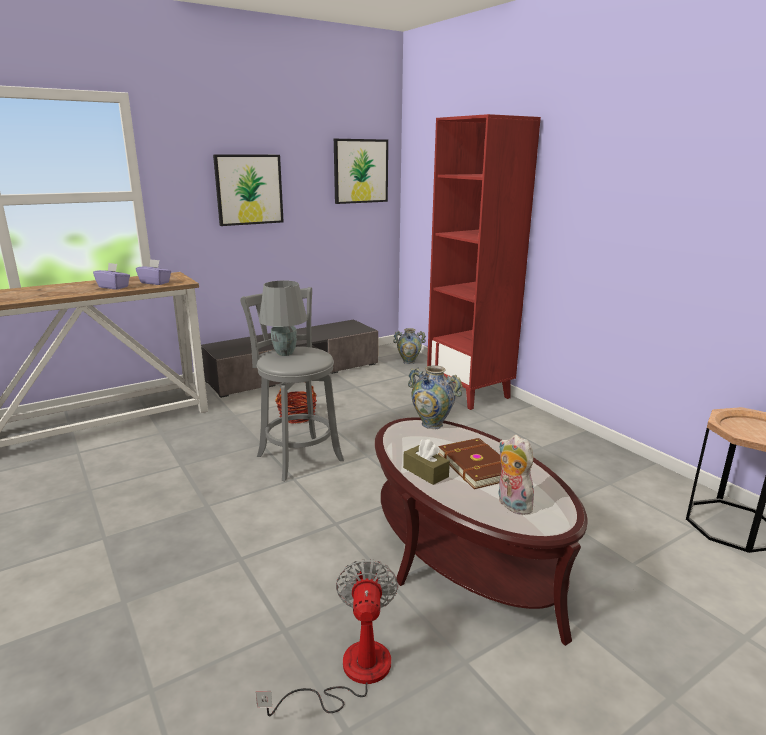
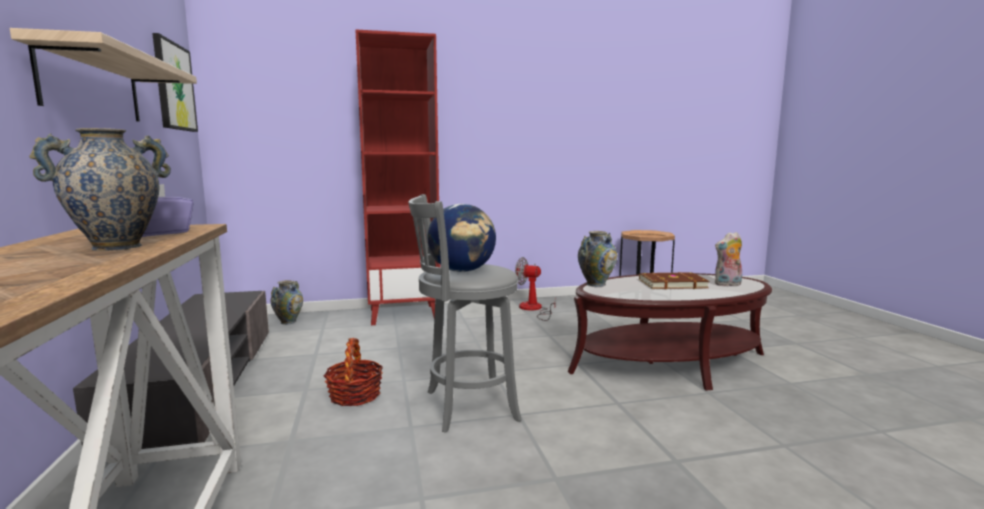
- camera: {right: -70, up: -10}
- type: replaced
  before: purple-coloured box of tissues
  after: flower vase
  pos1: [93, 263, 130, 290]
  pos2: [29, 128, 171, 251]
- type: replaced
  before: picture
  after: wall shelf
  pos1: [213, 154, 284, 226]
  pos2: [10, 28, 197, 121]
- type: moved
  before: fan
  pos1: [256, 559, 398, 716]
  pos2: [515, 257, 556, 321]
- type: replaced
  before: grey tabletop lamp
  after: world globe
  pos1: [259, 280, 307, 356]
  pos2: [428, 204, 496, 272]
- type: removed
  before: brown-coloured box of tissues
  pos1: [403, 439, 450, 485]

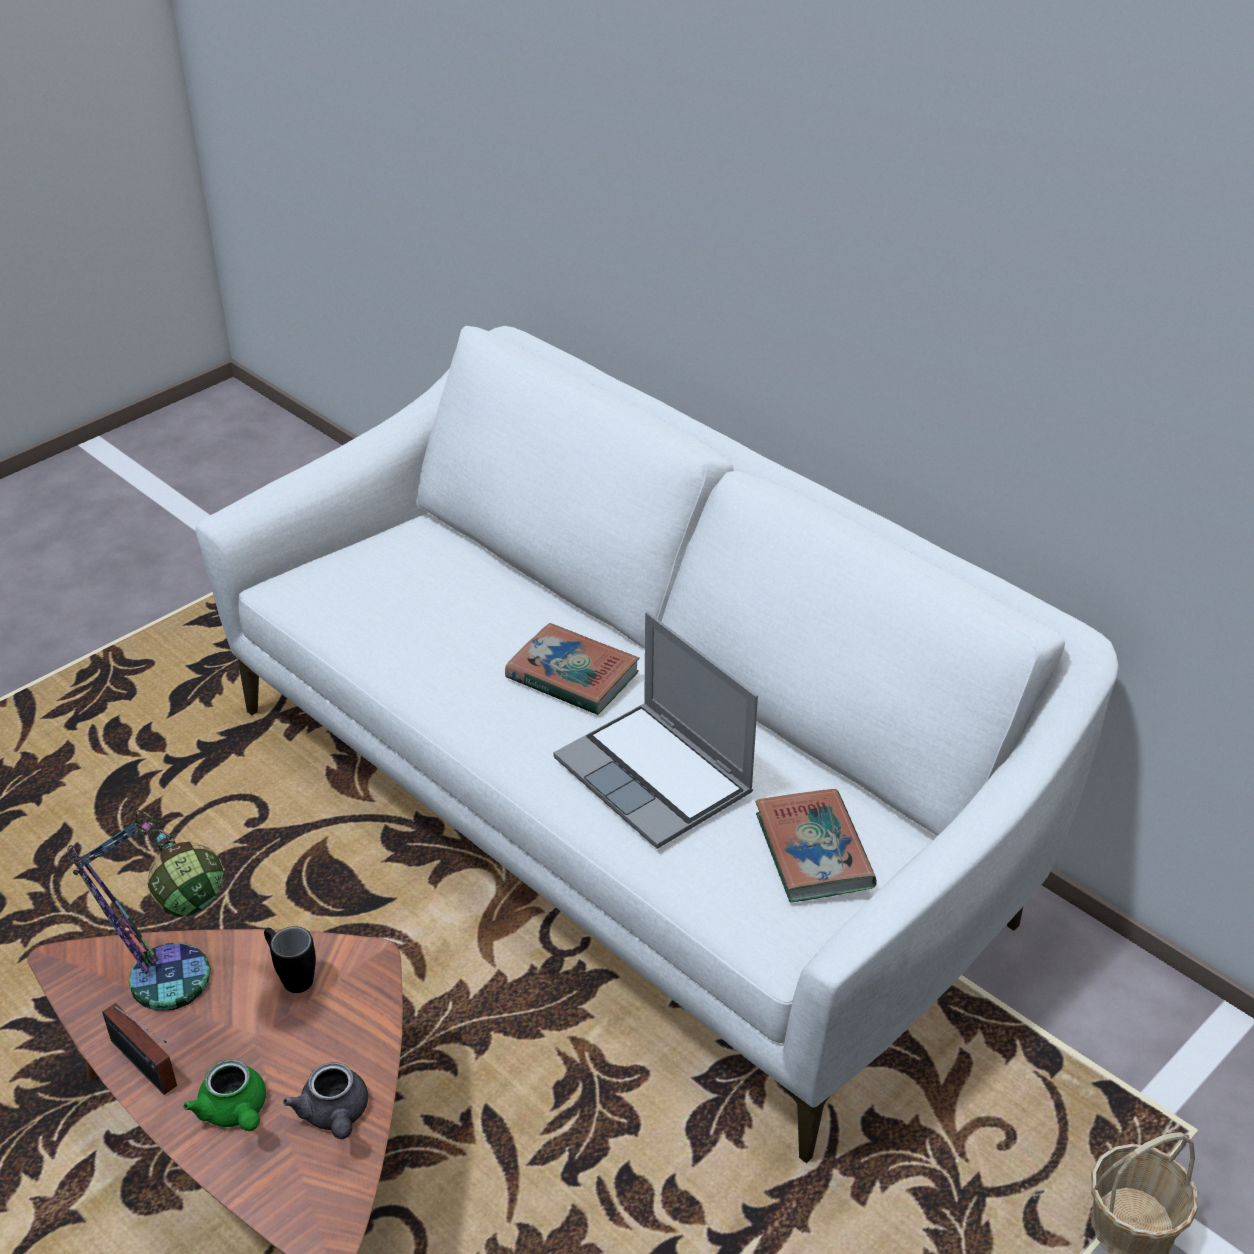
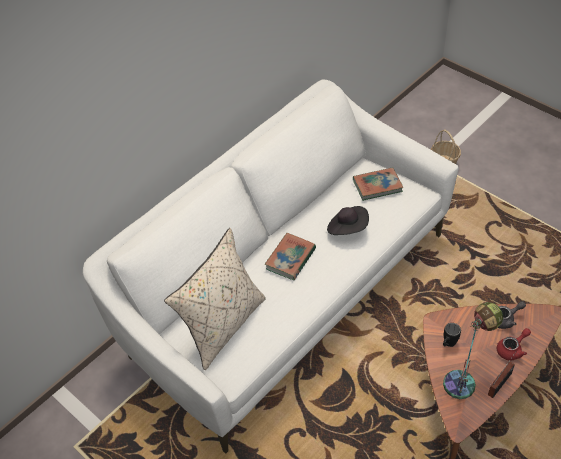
- camera: {right: -90, up: 10}
- type: recoloured
  before: green teapot
  after: red teapot
  pos1: [183, 1059, 266, 1131]
  pos2: [497, 328, 531, 360]
- type: replaced
  before: portable computer
  after: blackish wearable hat
  pos1: [553, 612, 758, 849]
  pos2: [327, 206, 369, 235]
- type: added
  after: sand-coloured pillow
  pos2: [164, 228, 266, 370]

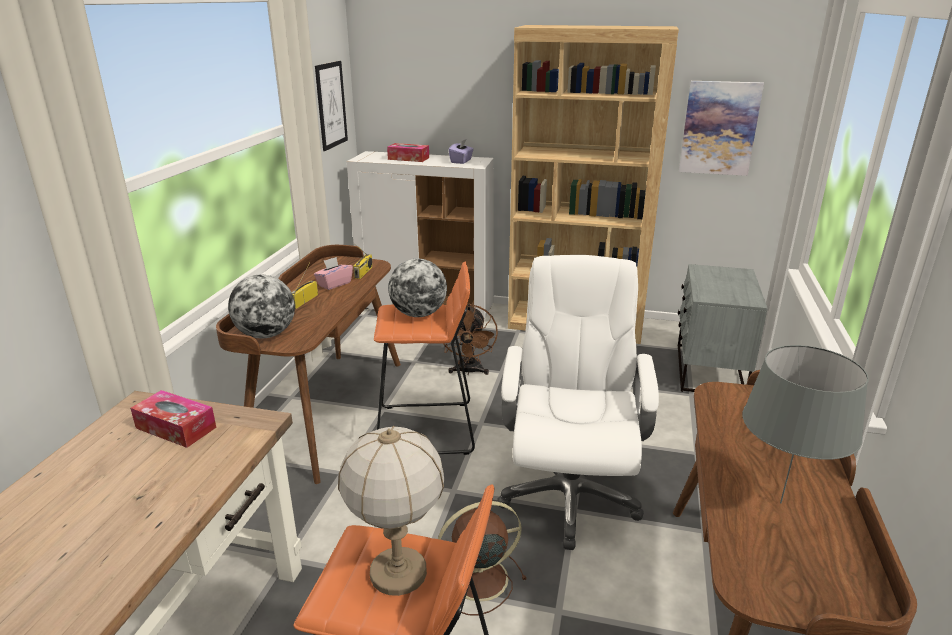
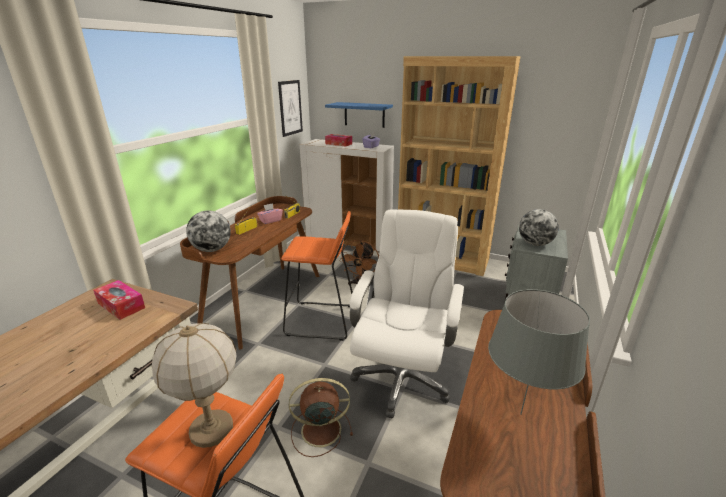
- camera: {right: 10, up: 0}
- type: moved
  before: world globe
  pos1: [388, 259, 447, 317]
  pos2: [519, 209, 559, 246]
- type: removed
  before: picture
  pos1: [679, 81, 764, 176]
- type: added
  after: bluish wall shelf
  pos2: [325, 102, 393, 128]

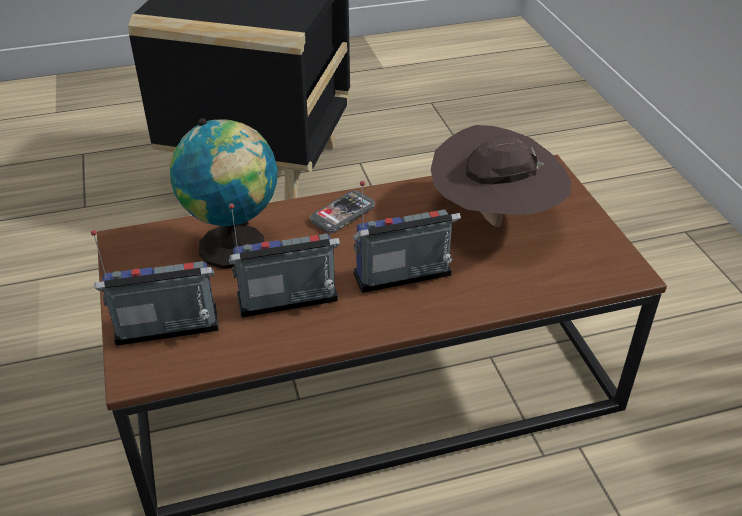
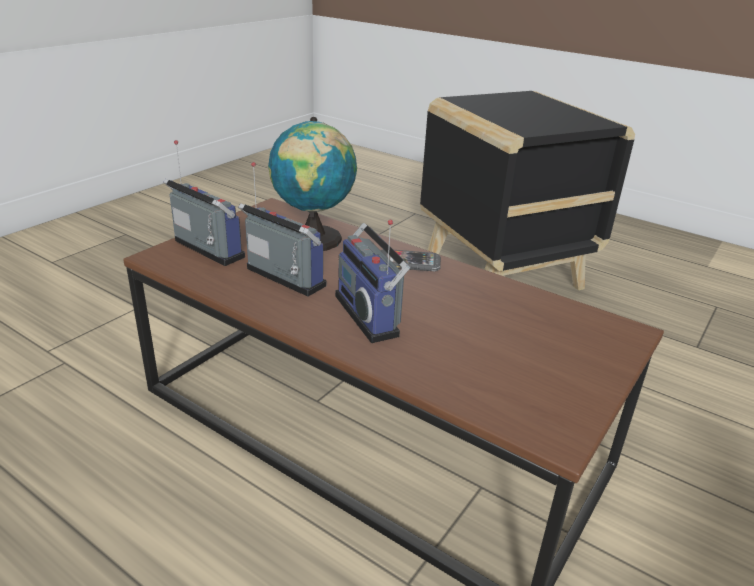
- camera: {right: 50, up: -10}
- type: turned
  before: radio
  pos1: [353, 181, 461, 293]
  pos2: [335, 220, 410, 343]
  turn: -150
- type: removed
  before: brown-coloured wearable hat
  pos1: [431, 125, 571, 227]

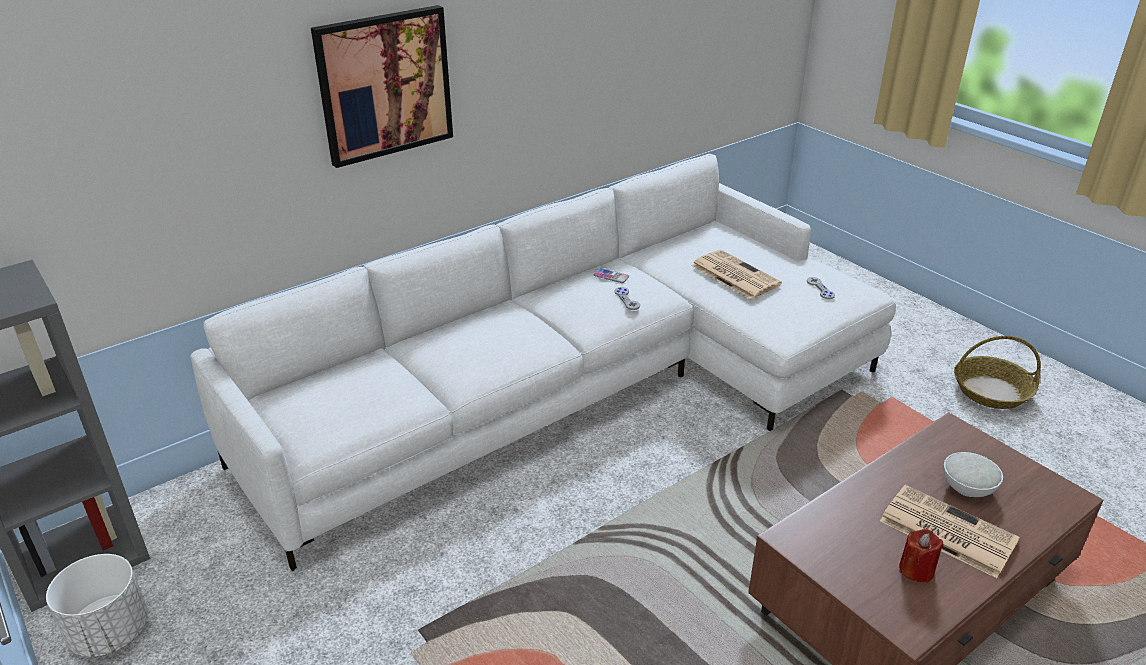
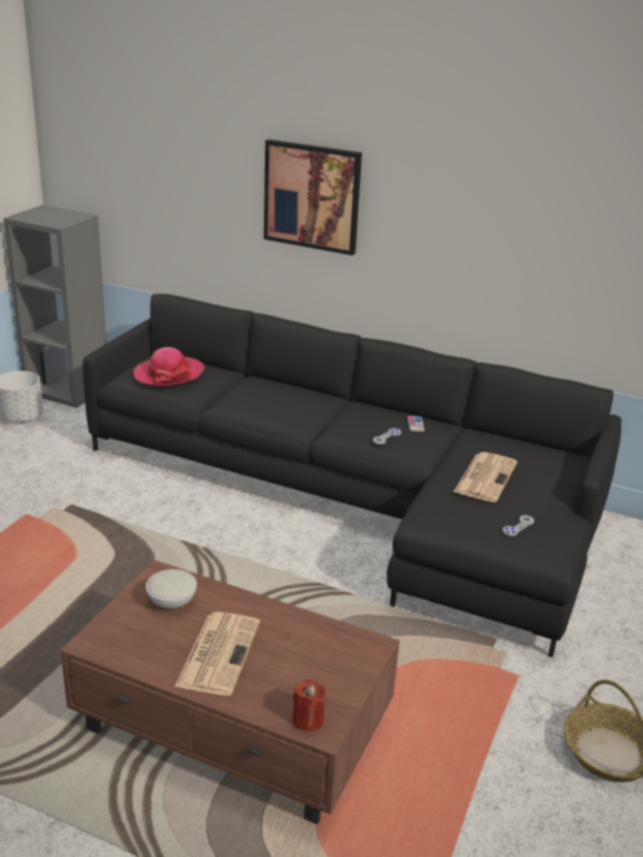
- camera: {right: 60, up: -5}
- type: recoloured
  before: white settee
  after: blackish settee
  pos1: [190, 154, 896, 571]
  pos2: [83, 294, 621, 657]
- type: moved
  before: red candle
  pos1: [899, 529, 944, 583]
  pos2: [292, 679, 327, 731]
- type: moved
  before: white deep dish
  pos1: [943, 452, 1003, 497]
  pos2: [146, 569, 197, 609]
- type: added
  after: wearable hat
  pos2: [133, 347, 205, 386]

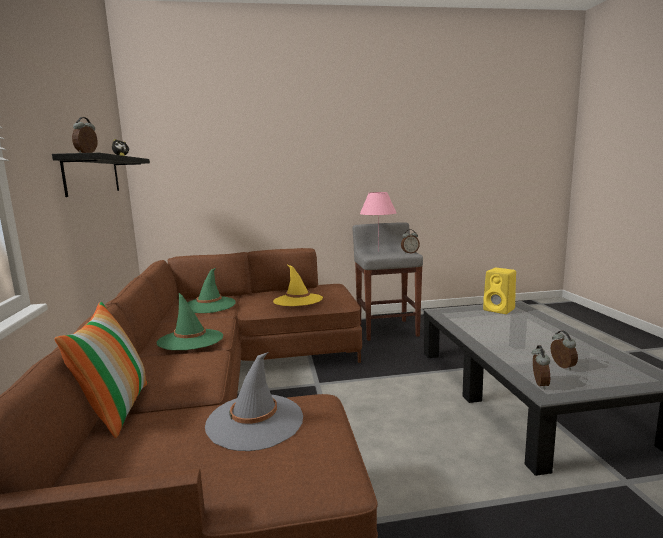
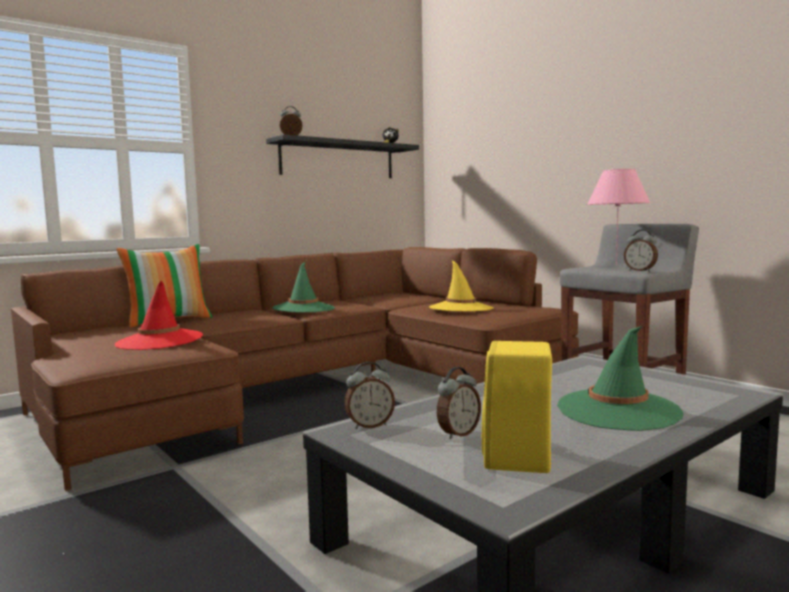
- camera: {right: 60, up: -5}
- type: moved
  before: green wearable hat
  pos1: [187, 268, 236, 313]
  pos2: [557, 326, 683, 431]
- type: recoloured
  before: grey wearable hat
  after: red wearable hat
  pos1: [205, 352, 303, 451]
  pos2: [115, 281, 203, 350]
- type: moved
  before: yellowish speaker
  pos1: [483, 268, 516, 314]
  pos2: [482, 341, 552, 473]

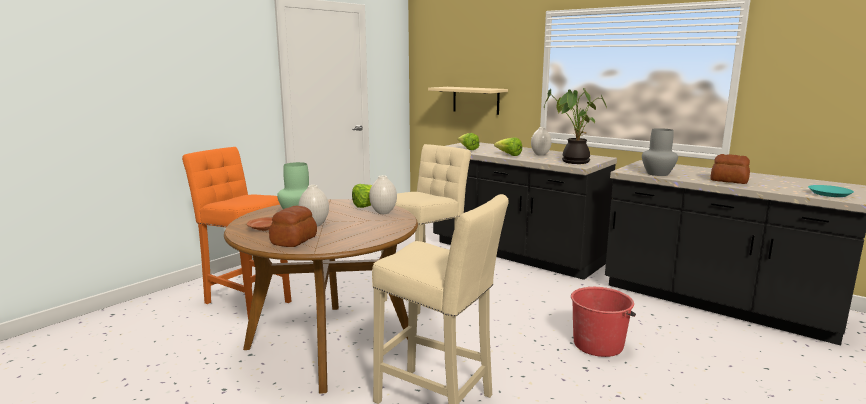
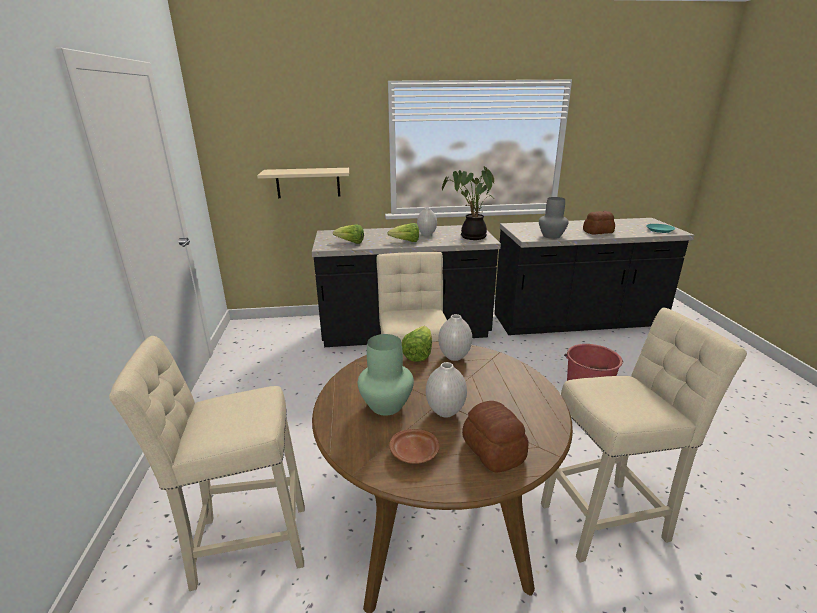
- camera: {right: -45, up: 10}
- type: recoloured
  before: orange sitting stool
  after: sand-coloured sitting stool
  pos1: [182, 147, 292, 320]
  pos2: [109, 336, 305, 591]

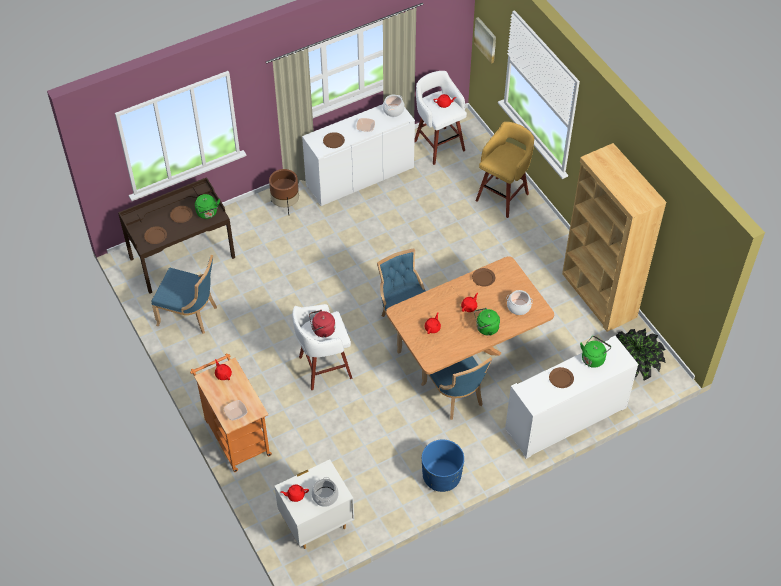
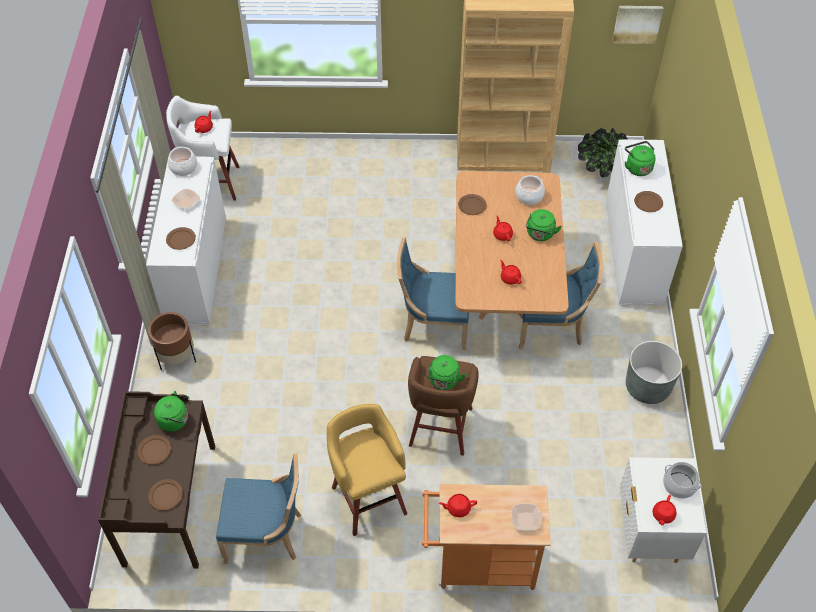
- camera: {right: -60, up: 0}
- type: turned
  before: bluish chair
  pos1: [151, 255, 217, 334]
  pos2: [216, 453, 301, 564]
  turn: 45
- type: recoloured
  before: white sitting stool
  after: brown-coloured sitting stool
  pos1: [292, 304, 352, 390]
  pos2: [408, 356, 479, 456]
- type: recoloured
  before: red water kettle
  after: green water kettle
  pos1: [309, 310, 335, 337]
  pos2: [426, 355, 466, 390]
- type: recoloured
  before: bluish flower pot
  after: grey flower pot
  pos1: [422, 439, 464, 492]
  pos2: [626, 341, 682, 404]
- type: moved
  before: picture
  pos1: [474, 17, 496, 64]
  pos2: [612, 6, 663, 44]
- type: moved
  before: yellowish sitting stool
  pos1: [476, 122, 534, 218]
  pos2: [327, 404, 407, 536]

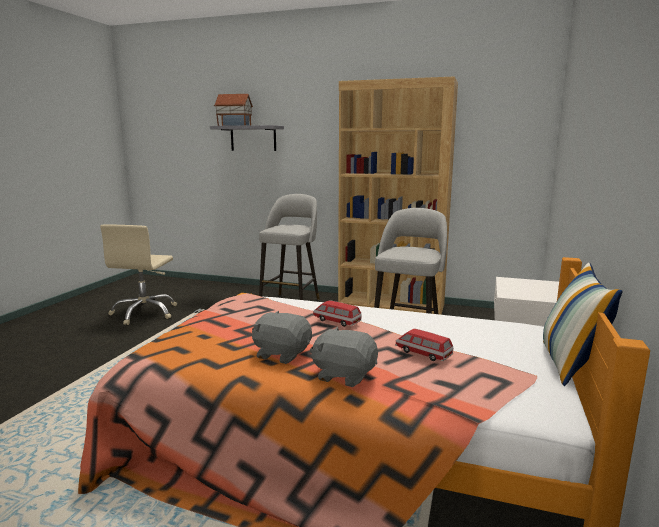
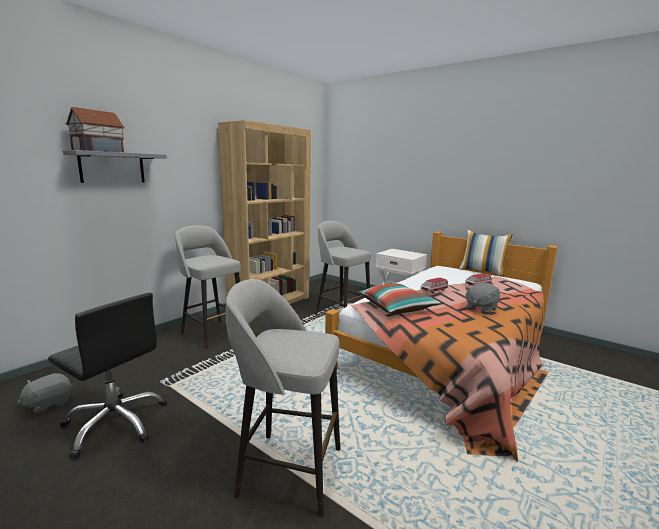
- camera: {right: -70, up: 0}
- type: recoloured
  before: sand-coloured office chair
  after: blackish office chair
  pos1: [100, 225, 177, 325]
  pos2: [48, 293, 167, 459]
- type: moved
  before: grey cuddly toy
  pos1: [310, 327, 378, 387]
  pos2: [17, 373, 72, 414]
- type: added
  after: grey sitting stool
  pos2: [226, 279, 341, 517]
- type: added
  after: pillow
  pos2: [358, 283, 440, 314]

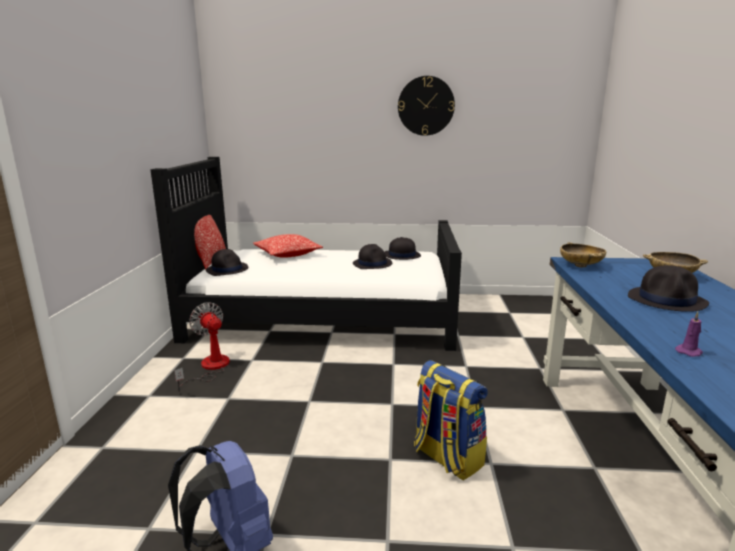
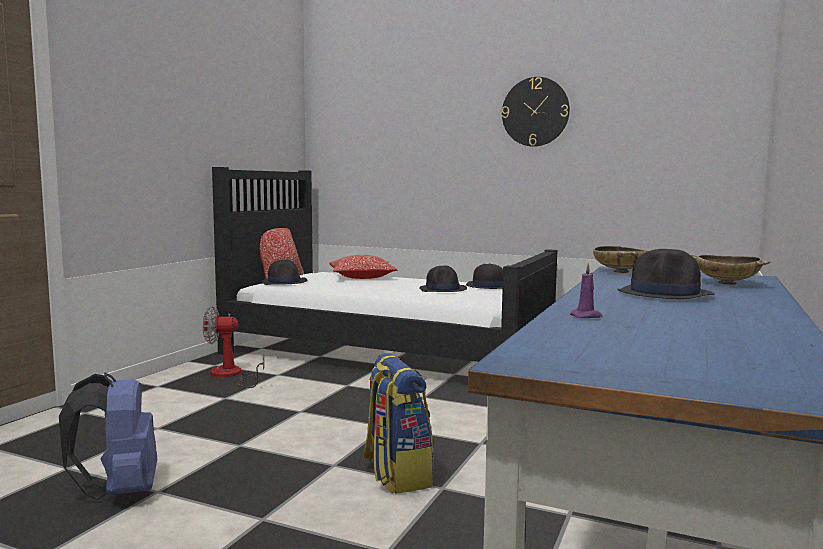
- camera: {right: 20, up: -10}
- type: turned
  before: fan
  pos1: [174, 302, 230, 392]
  pos2: [203, 306, 265, 388]
  turn: -75

